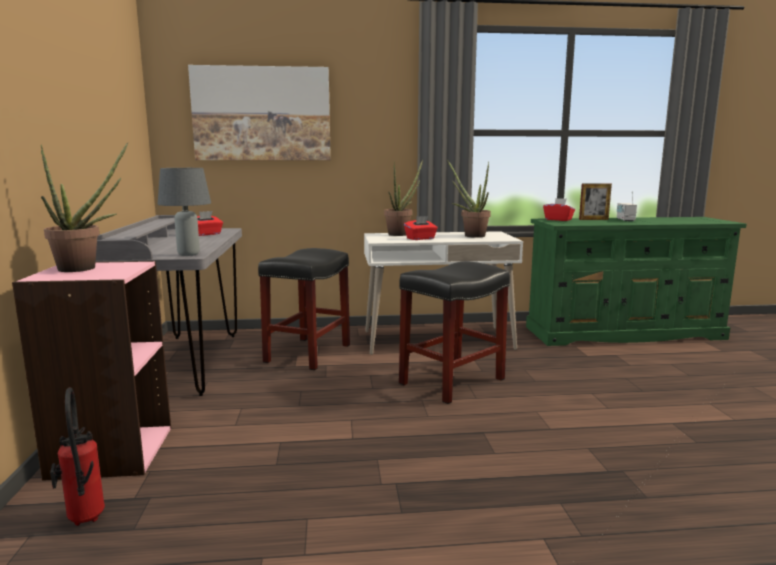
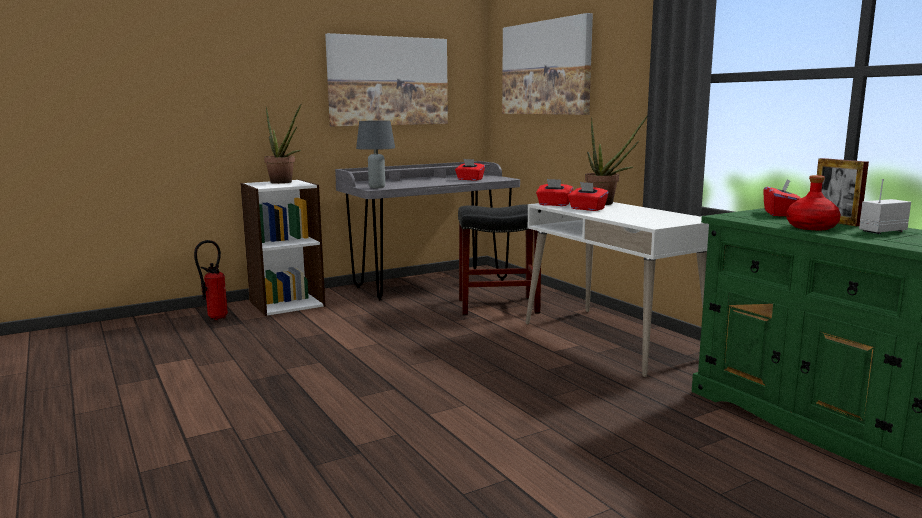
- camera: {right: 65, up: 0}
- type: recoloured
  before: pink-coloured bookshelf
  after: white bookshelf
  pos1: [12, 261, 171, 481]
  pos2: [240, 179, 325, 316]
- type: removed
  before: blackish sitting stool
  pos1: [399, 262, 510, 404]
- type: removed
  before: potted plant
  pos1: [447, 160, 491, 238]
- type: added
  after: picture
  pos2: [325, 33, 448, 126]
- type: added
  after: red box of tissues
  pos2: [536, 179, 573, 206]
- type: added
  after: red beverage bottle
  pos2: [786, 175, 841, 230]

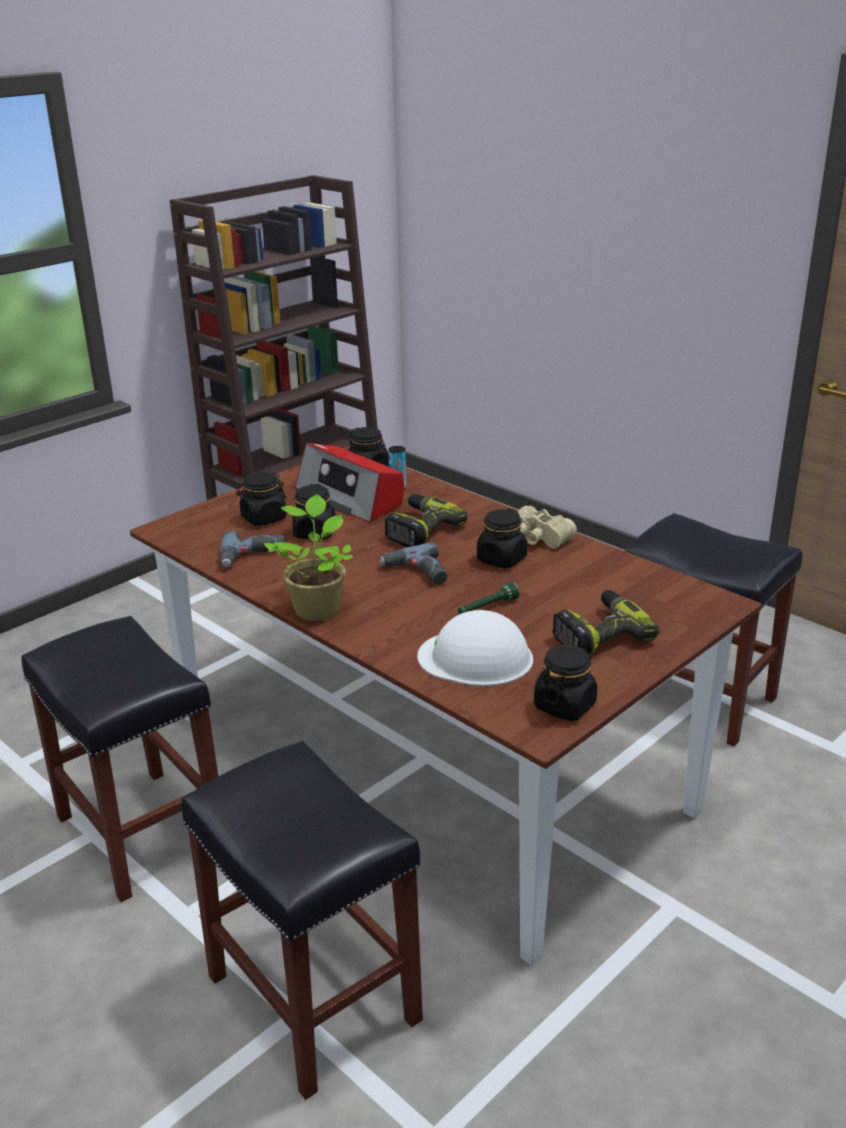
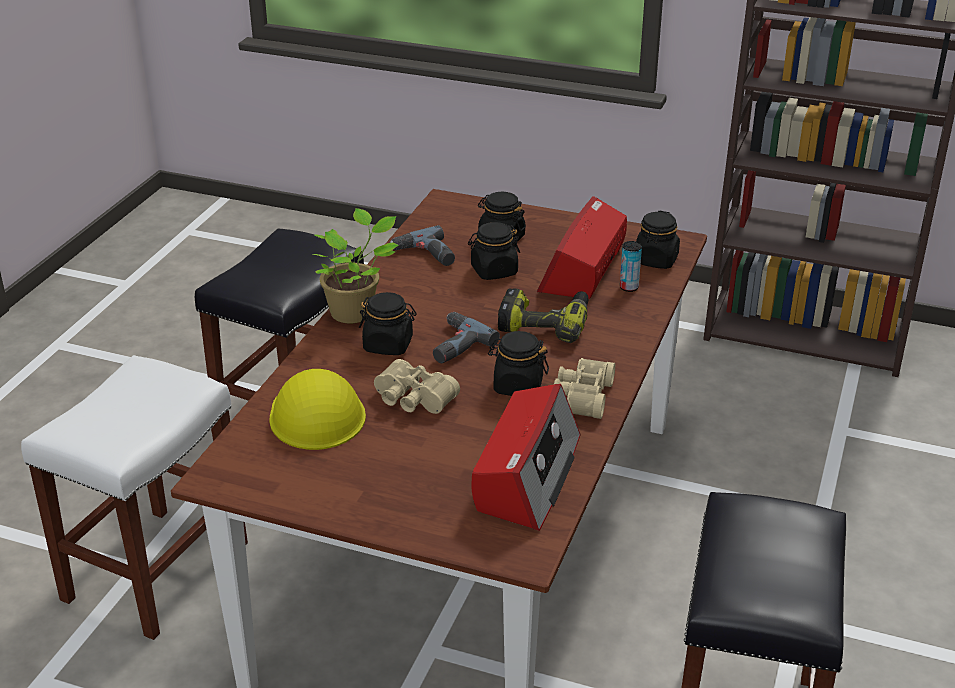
- camera: {right: 65, up: 5}
- type: recoloured
  before: blackish sitting stool
  after: white sitting stool
  pos1: [181, 741, 423, 1100]
  pos2: [21, 355, 248, 640]
- type: recoloured
  before: white hard hat
  after: yellowish hard hat
  pos1: [417, 610, 533, 686]
  pos2: [269, 369, 366, 450]
- type: replaced
  before: green torch
  after: sand-coloured binoculars
  pos1: [458, 582, 520, 614]
  pos2: [374, 359, 460, 414]
- type: moved
  before: blackish storage jar
  pos1: [534, 645, 597, 721]
  pos2: [359, 292, 417, 355]
- type: removed
  before: drill
  pos1: [552, 590, 660, 655]
- type: added
  after: radio
  pos2: [471, 384, 580, 531]

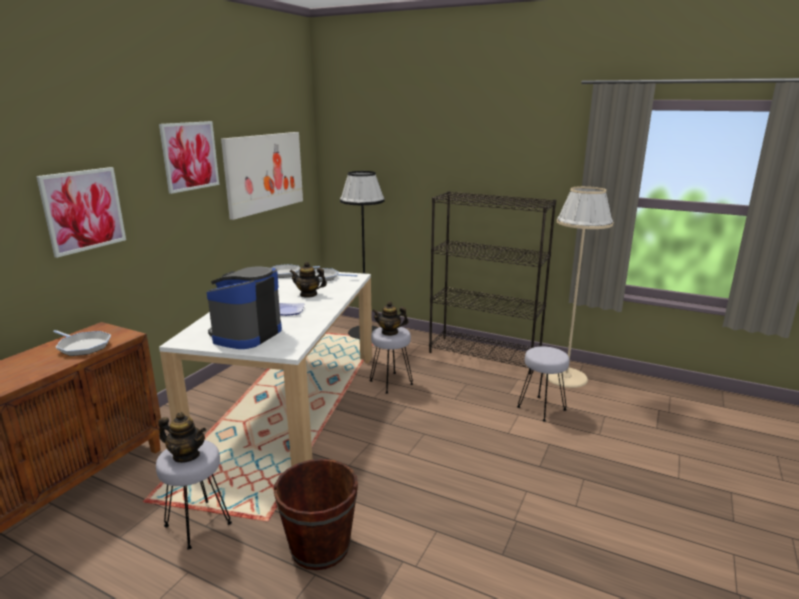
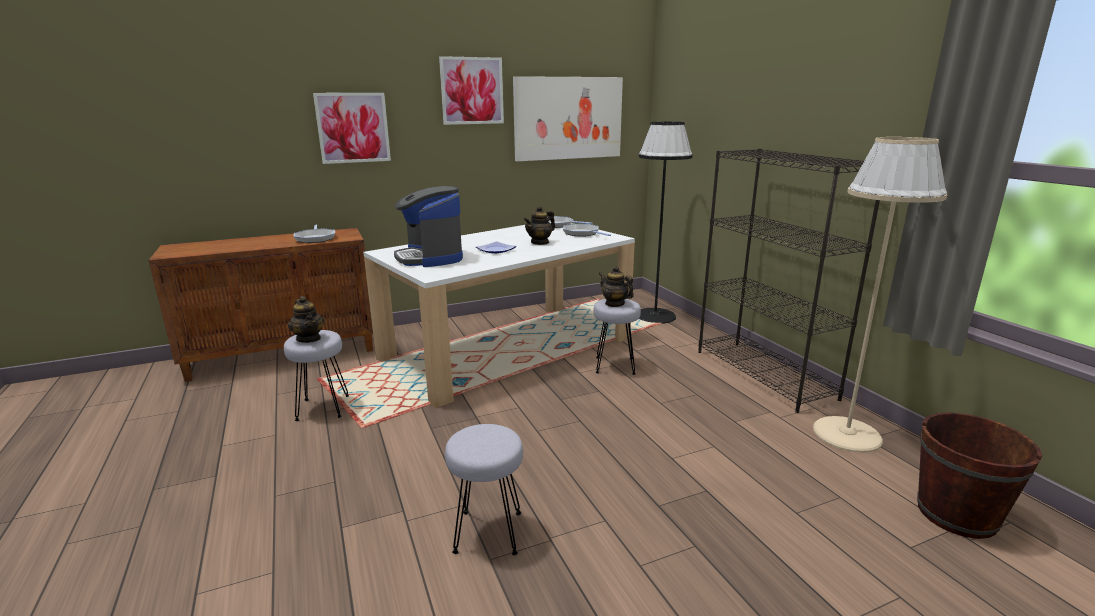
- camera: {right: 40, up: 0}
- type: turned
  before: coffee brewer
  pos1: [207, 266, 282, 349]
  pos2: [394, 186, 463, 267]
  turn: -90
- type: moved
  before: brown-coloured bucket
  pos1: [274, 459, 358, 570]
  pos2: [917, 412, 1043, 539]
- type: turned
  before: teapot
  pos1: [289, 262, 327, 298]
  pos2: [524, 206, 555, 245]
  turn: -90
- type: moved
  before: grey sitting stool
  pos1: [517, 346, 569, 422]
  pos2: [445, 424, 523, 555]

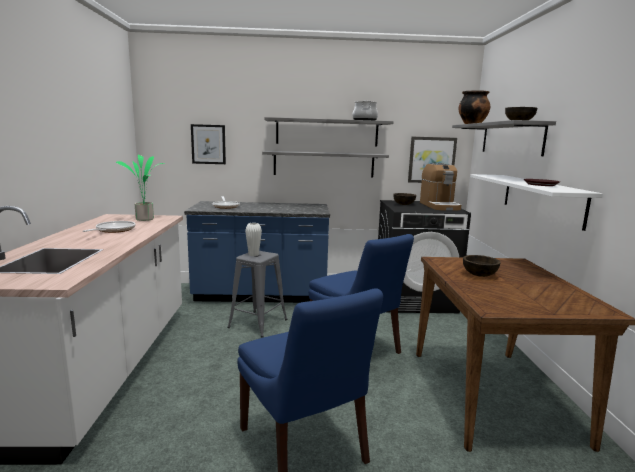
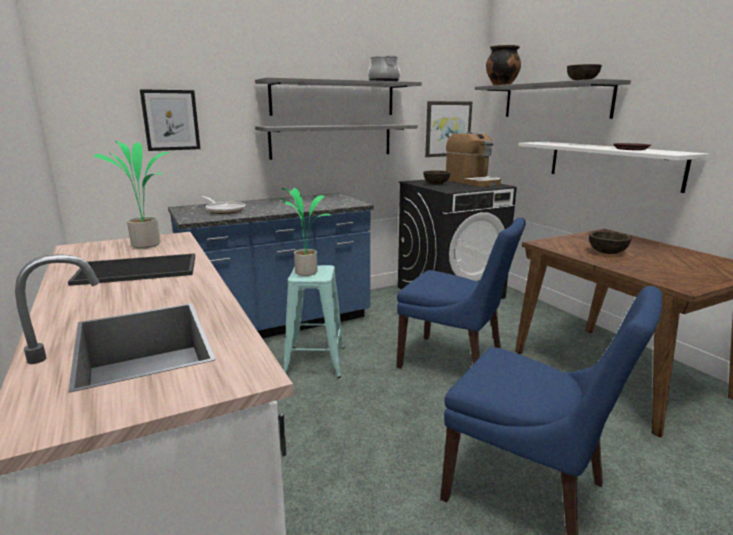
- camera: {right: -25, up: 5}
- type: replaced
  before: skillet
  after: carrying tray
  pos1: [83, 221, 135, 233]
  pos2: [68, 253, 195, 286]
- type: recoloured
  before: grey sitting stool
  after: turquoise-coloured sitting stool
  pos1: [227, 251, 288, 338]
  pos2: [284, 265, 345, 378]
- type: replaced
  before: white flower vase
  after: potted plant
  pos1: [245, 223, 262, 256]
  pos2: [281, 188, 332, 276]

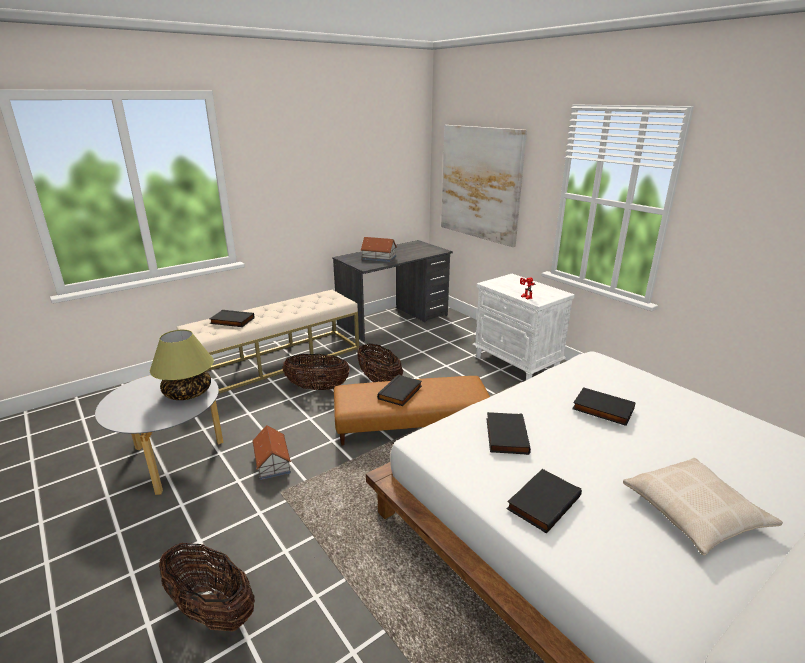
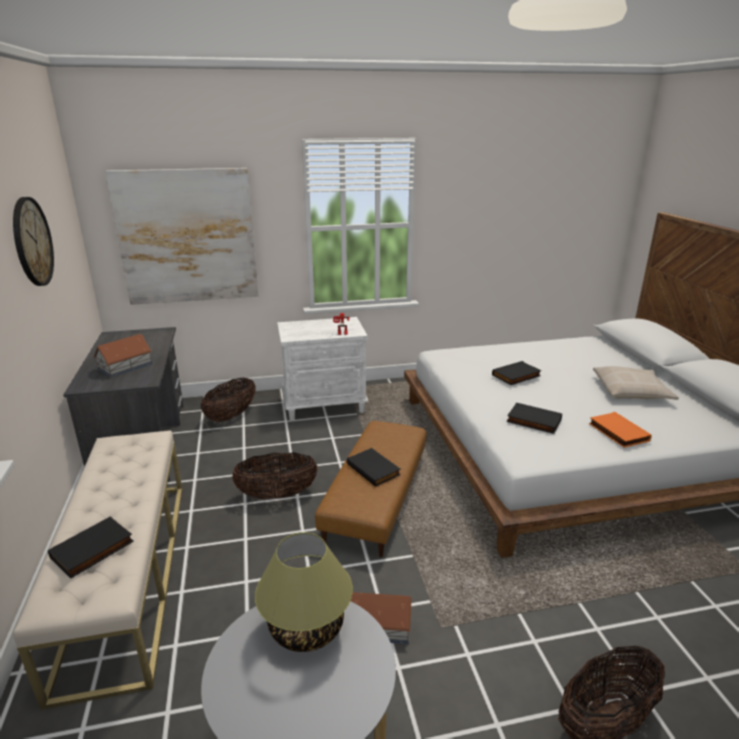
- camera: {right: -65, up: 0}
- type: moved
  before: household basket
  pos1: [282, 354, 350, 390]
  pos2: [201, 378, 256, 422]
- type: recoloured
  before: blackish volume
  after: orange volume
  pos1: [506, 469, 582, 533]
  pos2: [589, 412, 651, 448]
- type: added
  after: hanging clock
  pos2: [13, 197, 54, 286]

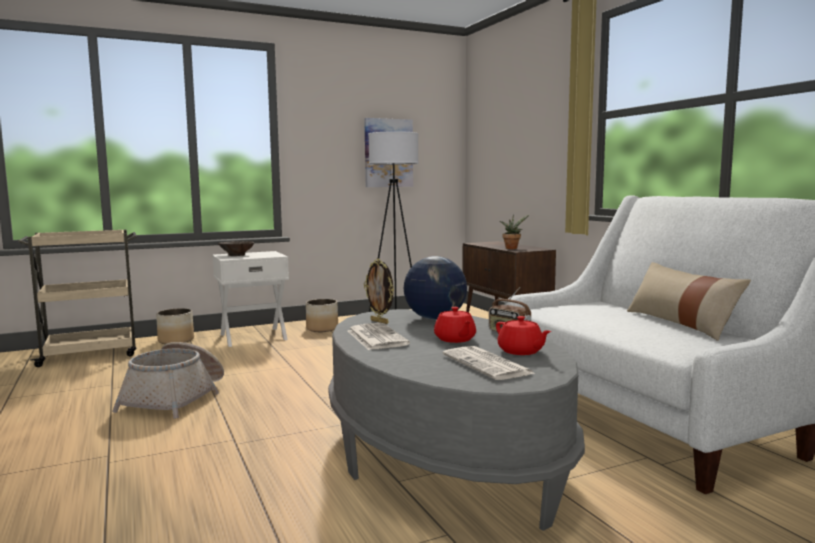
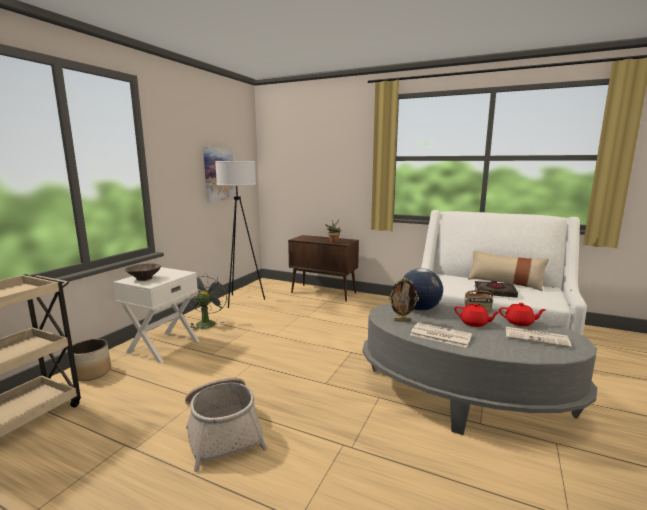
- camera: {right: -40, up: 5}
- type: replaced
  before: flower pot
  after: grey fan
  pos1: [306, 299, 338, 332]
  pos2: [189, 273, 228, 331]
- type: added
  after: blackish volume
  pos2: [474, 281, 518, 298]

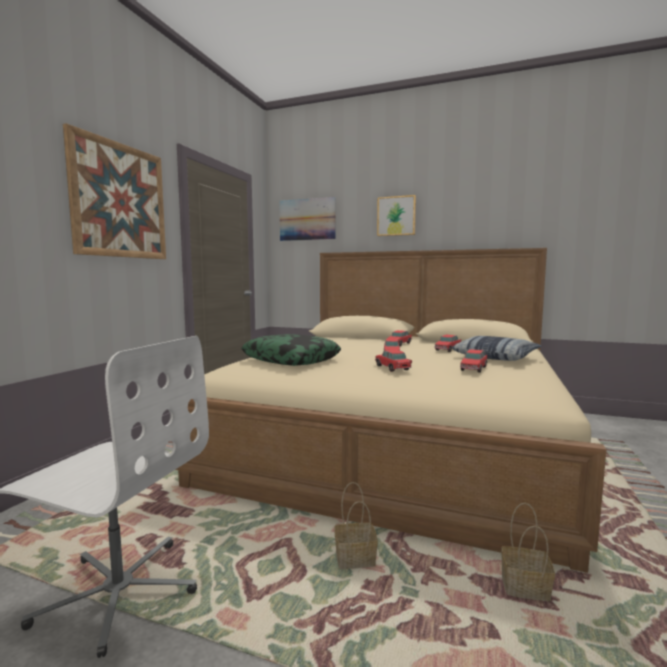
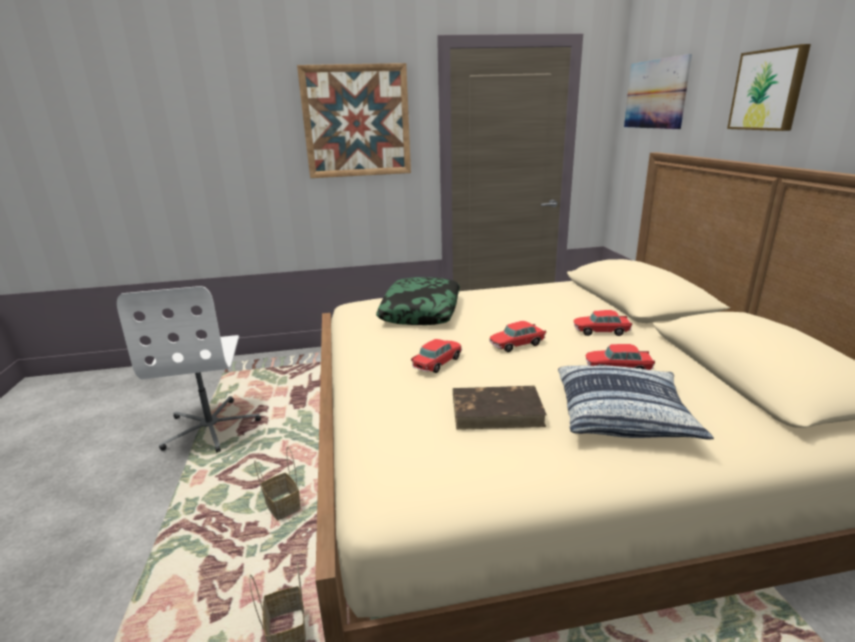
- camera: {right: 60, up: 15}
- type: replaced
  before: miniature car
  after: brown-coloured volume
  pos1: [460, 349, 487, 373]
  pos2: [453, 386, 547, 430]

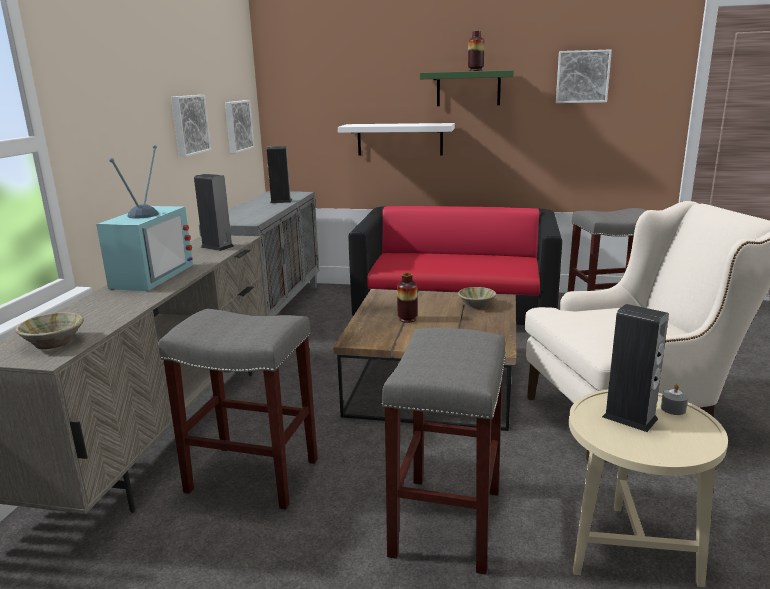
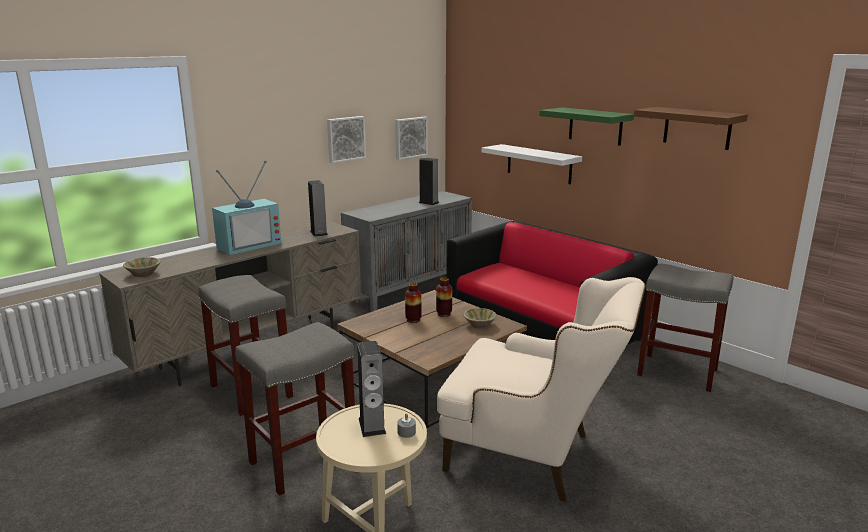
- camera: {right: 35, up: 0}
- type: moved
  before: flower vase
  pos1: [468, 31, 484, 71]
  pos2: [436, 278, 452, 317]
- type: replaced
  before: picture
  after: brown-coloured wall shelf
  pos1: [556, 49, 612, 103]
  pos2: [634, 107, 748, 150]

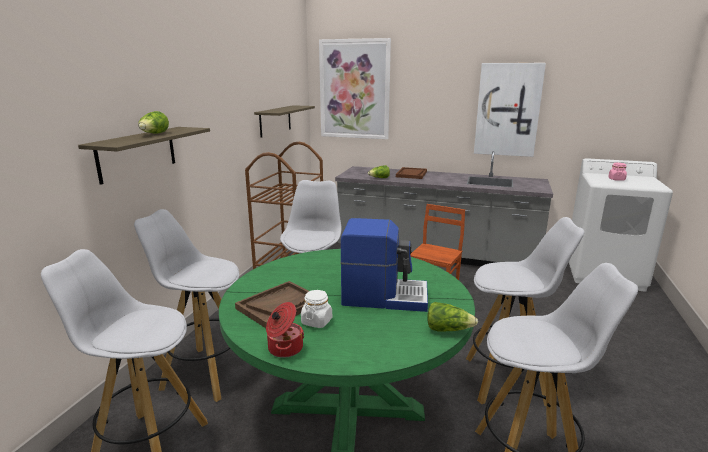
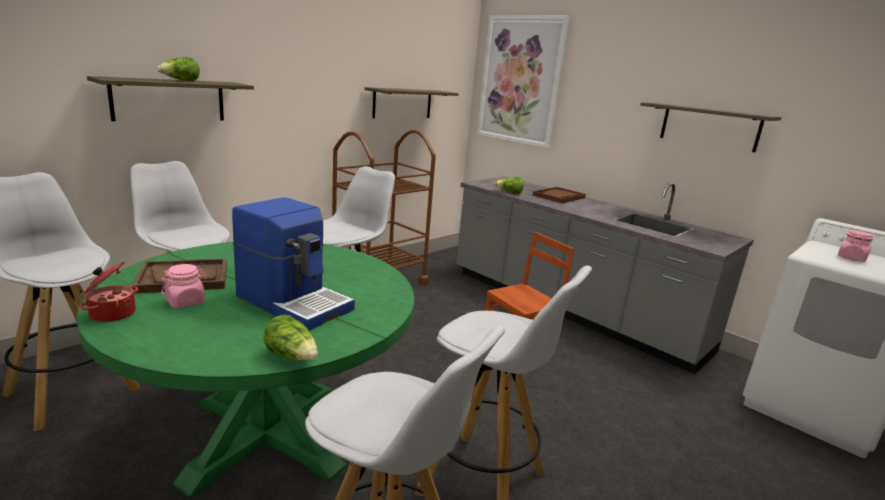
- camera: {right: 25, up: 0}
- type: recoloured
  before: white storage jar
  after: pink-coloured storage jar
  pos1: [301, 290, 332, 328]
  pos2: [162, 264, 206, 308]
- type: replaced
  before: picture
  after: wall shelf
  pos1: [474, 63, 546, 157]
  pos2: [640, 102, 782, 152]

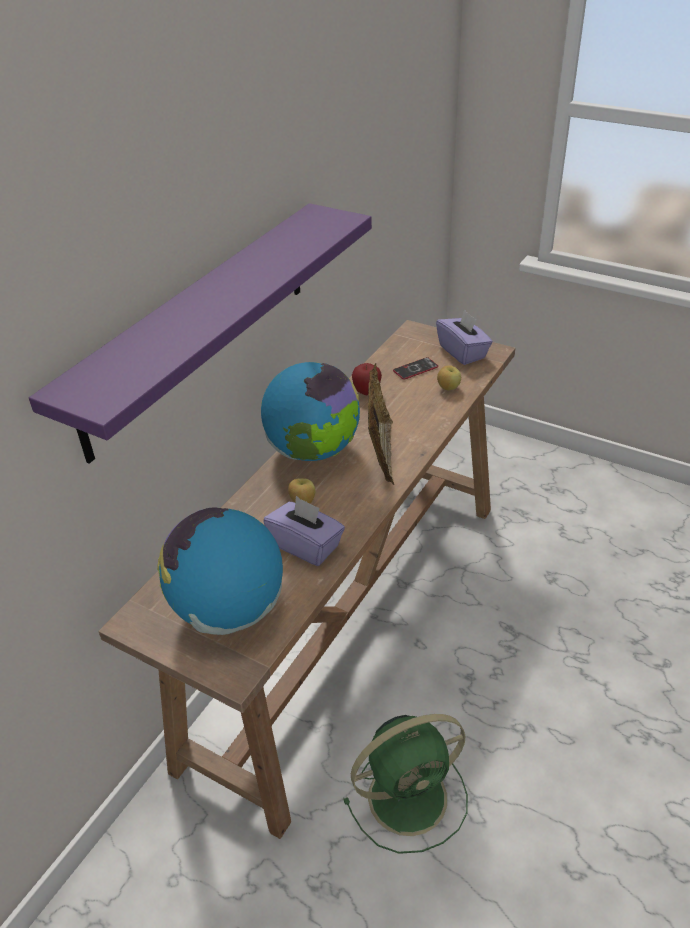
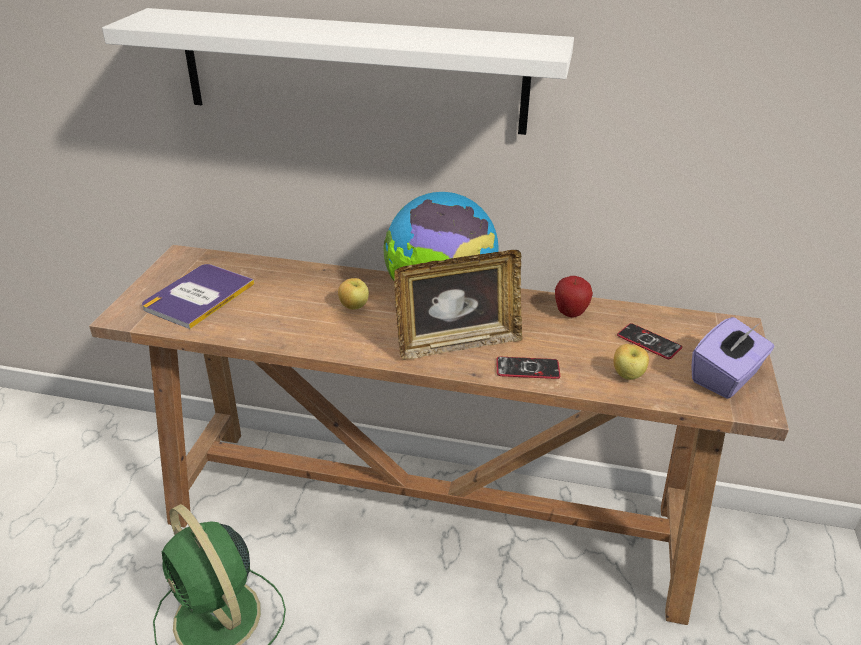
- camera: {right: 70, up: -5}
- type: recoloured
  before: purple-coloured wall shelf
  after: white wall shelf
  pos1: [29, 203, 372, 464]
  pos2: [102, 8, 574, 135]
- type: replaced
  before: world globe
  after: volume
  pos1: [157, 507, 283, 635]
  pos2: [142, 264, 254, 329]
- type: removed
  before: purple-coloured box of tissues
  pos1: [263, 496, 345, 566]
- type: added
  after: phone
  pos2: [496, 357, 560, 379]

